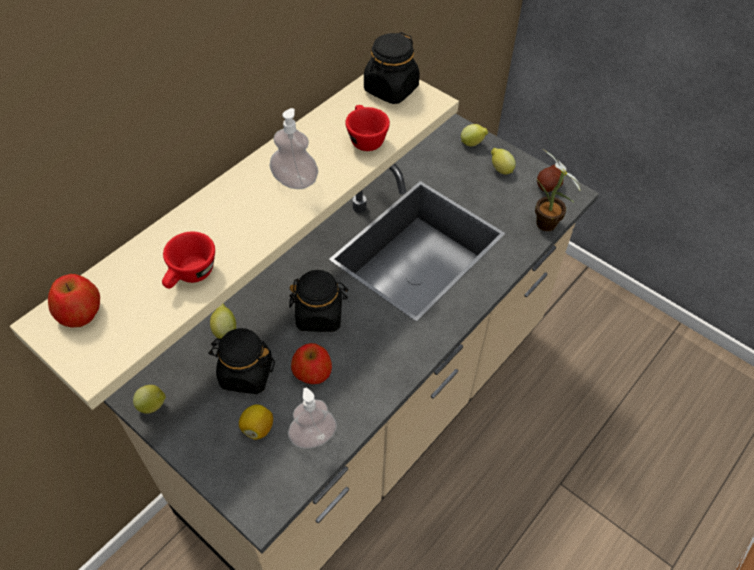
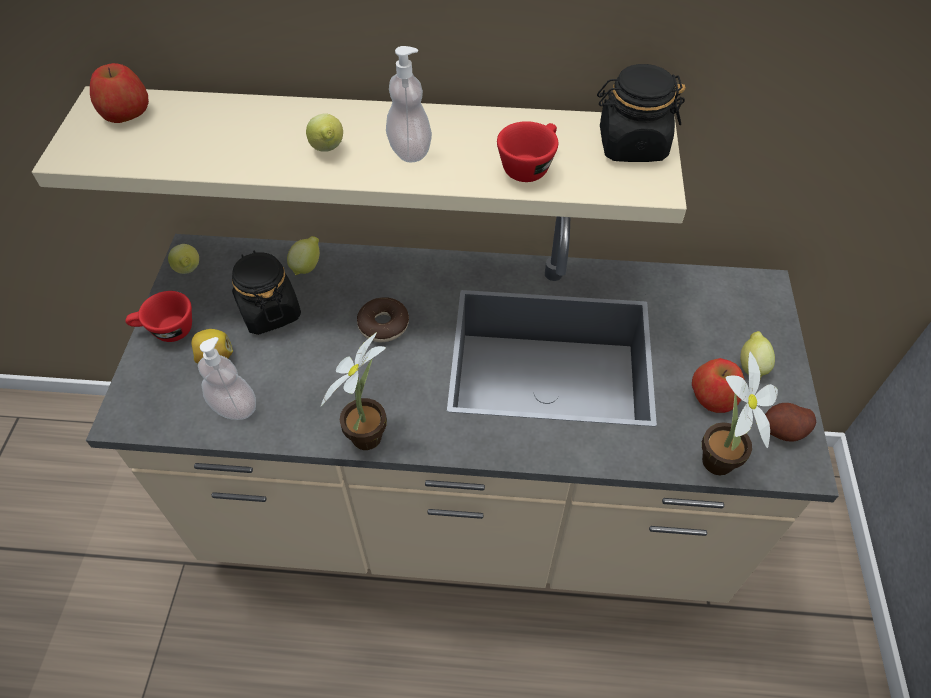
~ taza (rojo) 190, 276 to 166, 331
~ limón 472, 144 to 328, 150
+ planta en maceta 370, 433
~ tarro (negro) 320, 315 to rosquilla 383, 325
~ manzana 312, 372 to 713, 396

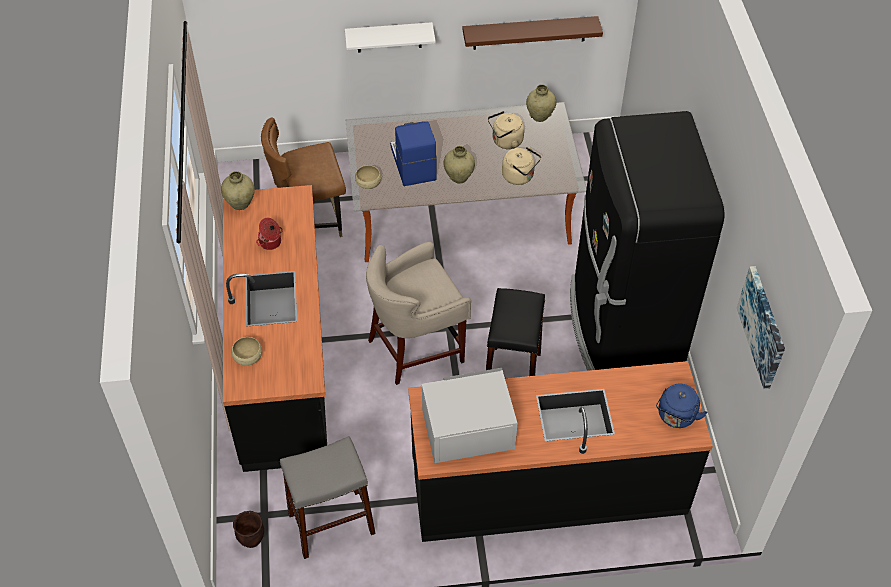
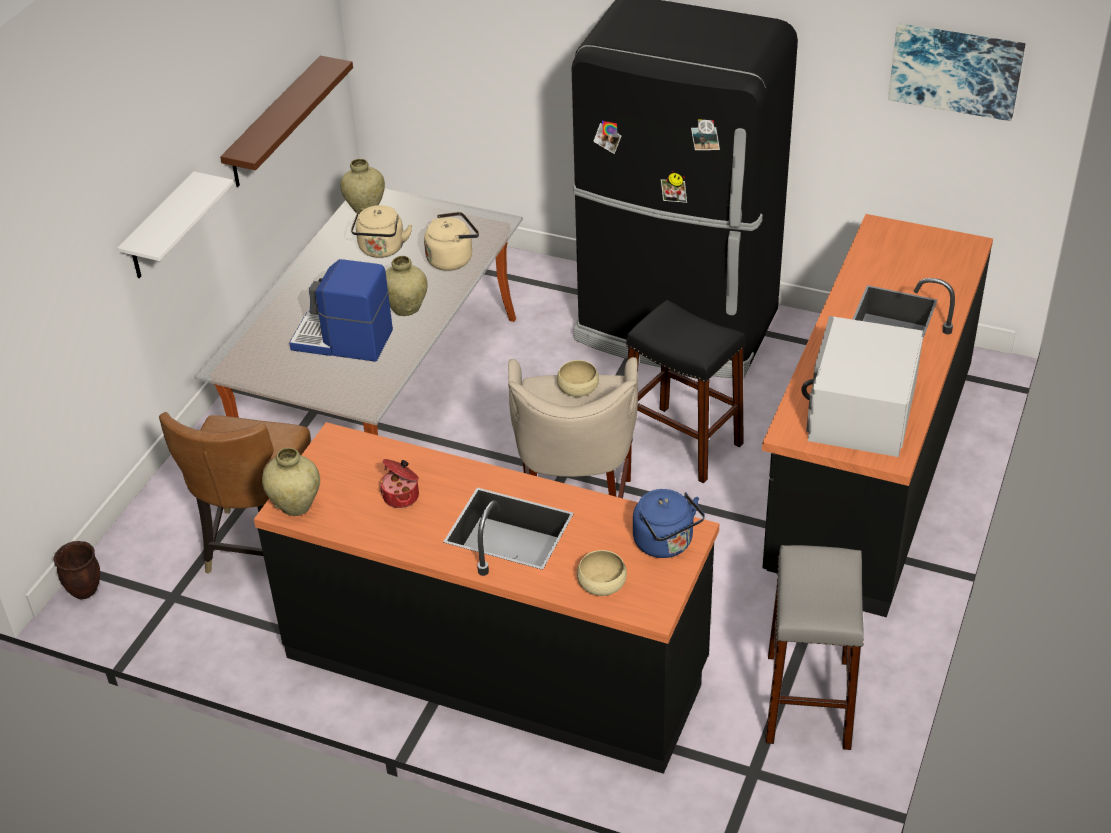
~ maceta (marrón) 251, 541 to 85, 591
~ cuenco (beis) 368, 182 to 578, 388
~ hervidor (azul) 676, 417 to 666, 544

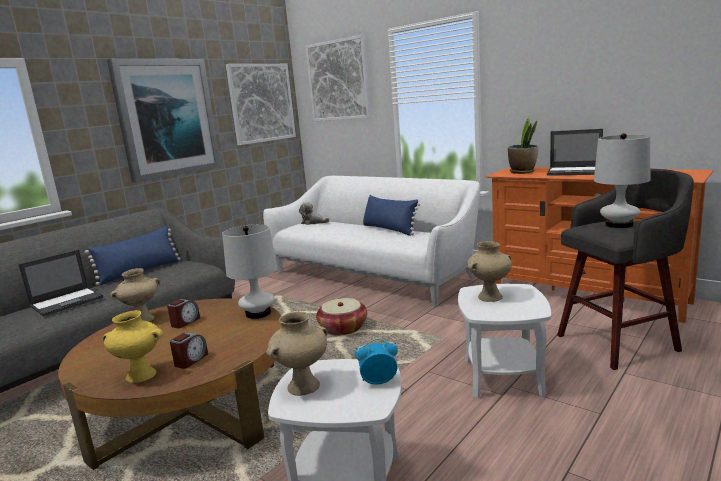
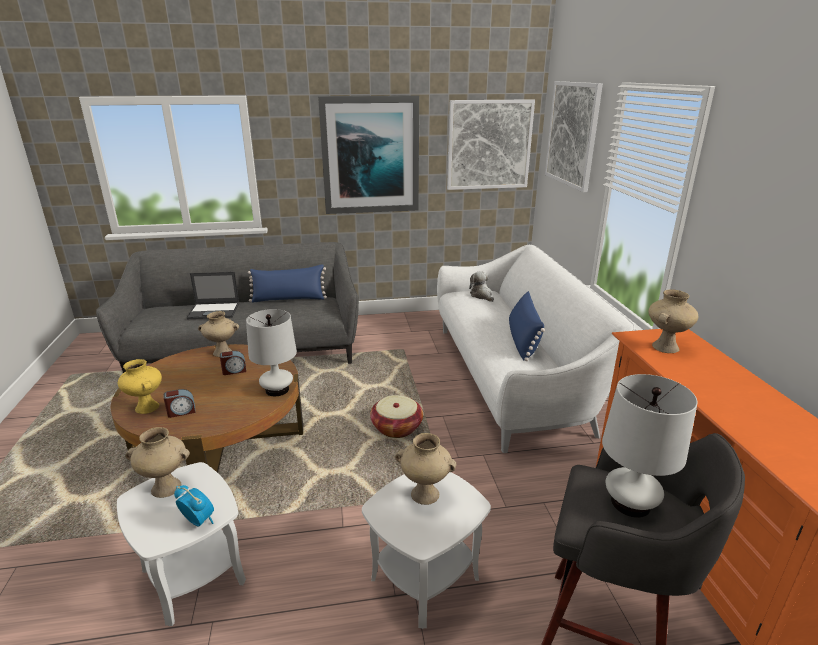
~ planta en maceta 522, 172 to florero (beis) 665, 347
- portátil 575, 171

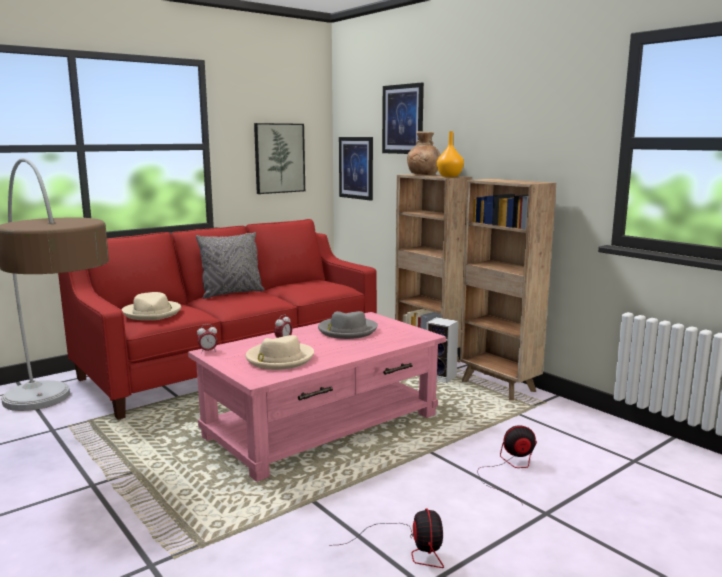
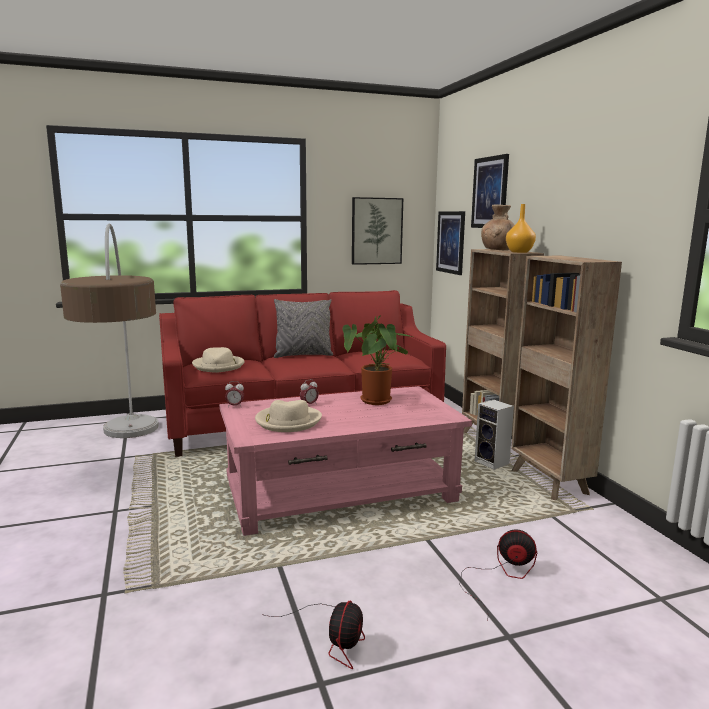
~ sombrero (gris) 347, 330 to planta en maceta 377, 402

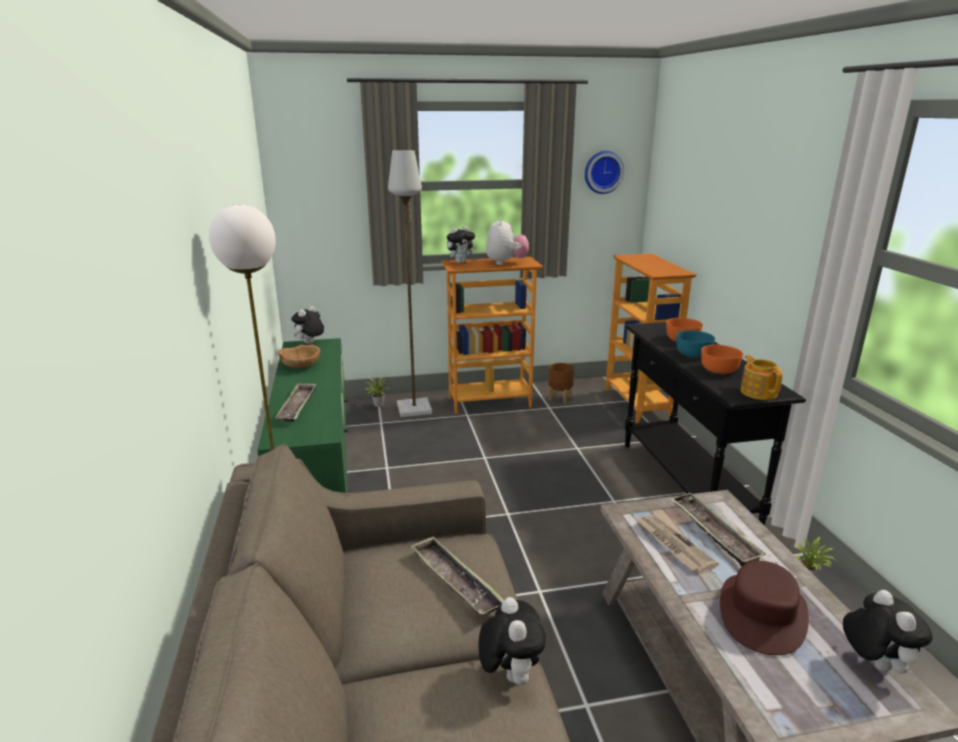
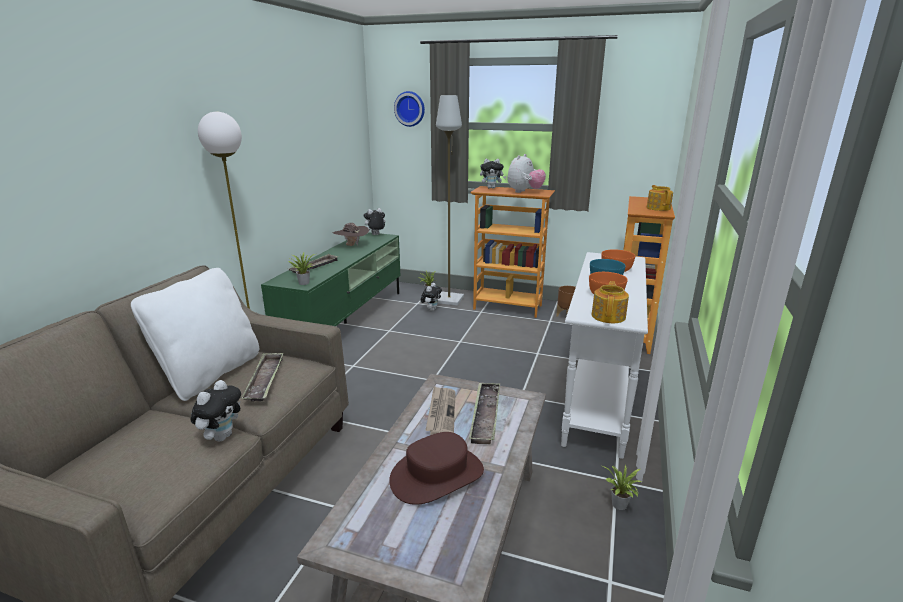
+ cojín (blanco) 211, 374
+ planta en maceta 303, 282
~ cuenco (marrón) 301, 365 to sombrero (marrón) 351, 245
~ reloj de pared 602, 172 to 410, 109
~ peluche 873, 663 to 431, 309
~ mesa consola (negro) 685, 485 to mesa consola (blanco) 597, 403
+ tetera 658, 208

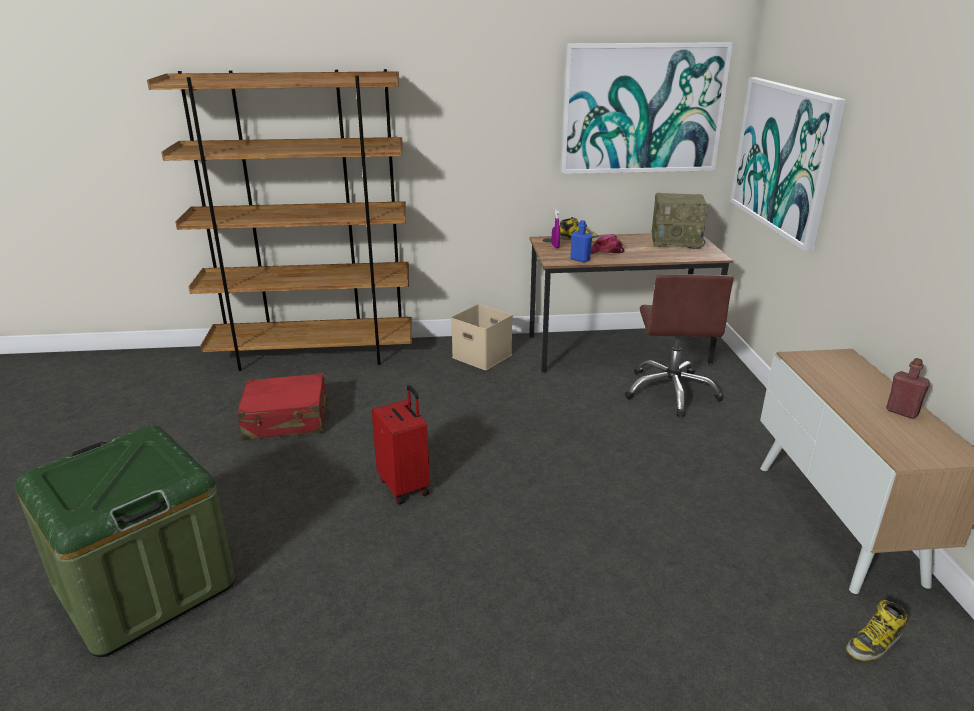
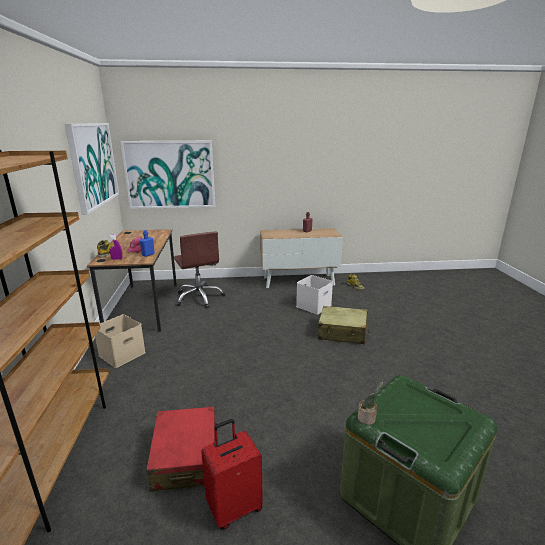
~ silla de oficina (marrón) 671, 392 = 199, 297 60 degrees clockwise
~ maleta (rojo) 405, 486 to 234, 507
+ caja de almacenaje (blanco) 314, 306
+ maleta (beis) 342, 332
+ planta en maceta 367, 419
- radio 676, 242

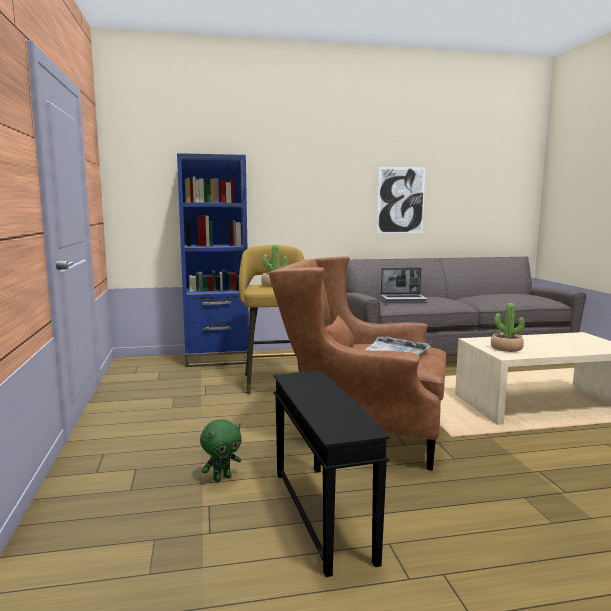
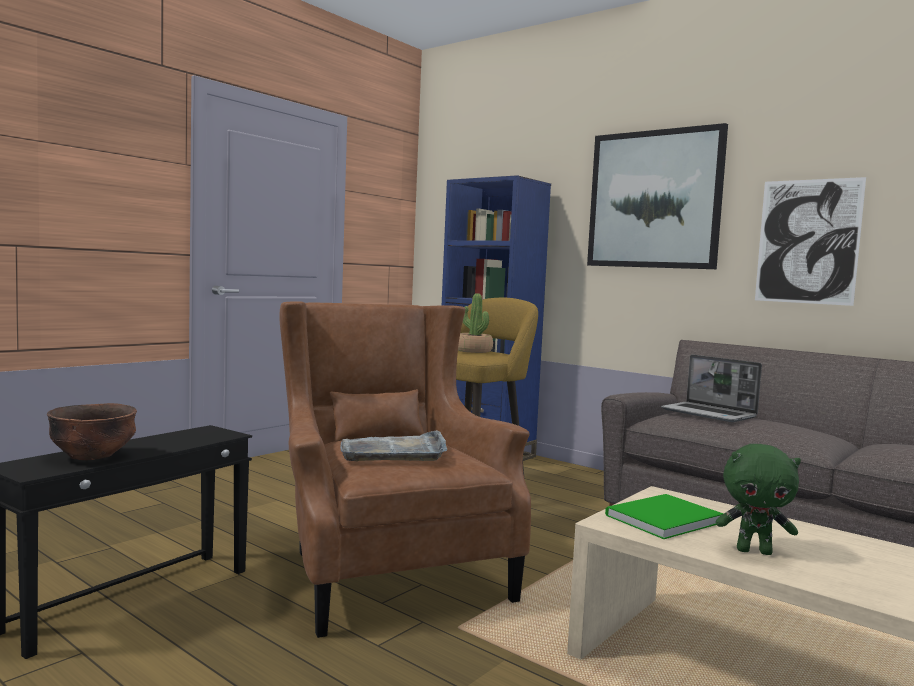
+ cuenco (marrón) 94, 457
+ cuadro 654, 199
~ planta en maceta 506, 348 to libro (verde) 659, 519
~ peluche (verde) 222, 478 to 754, 551

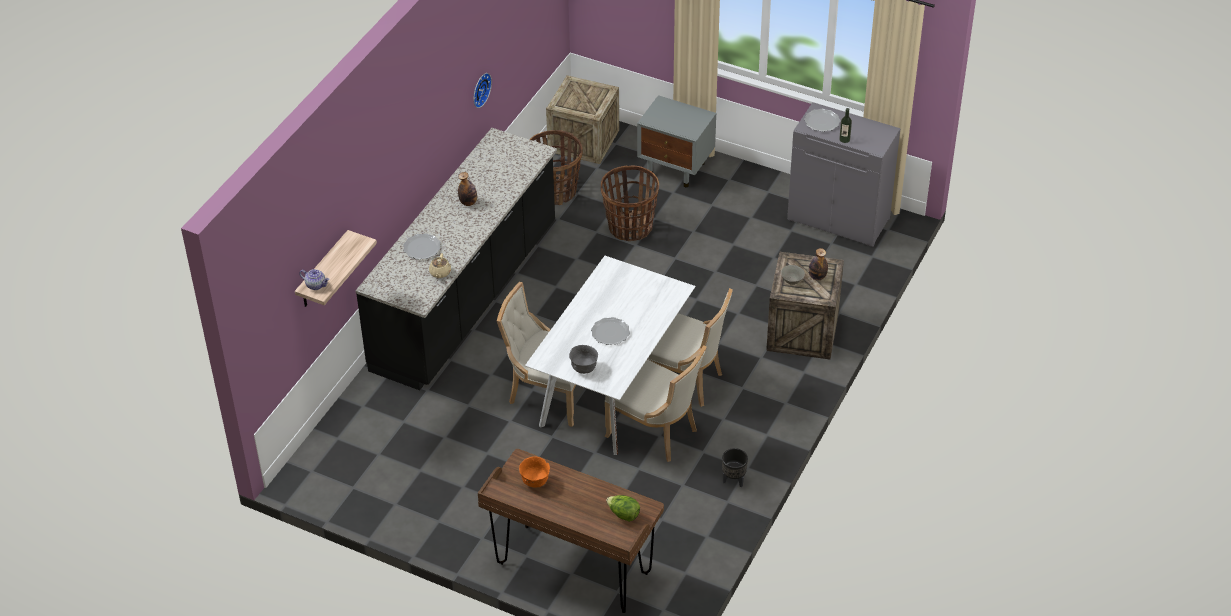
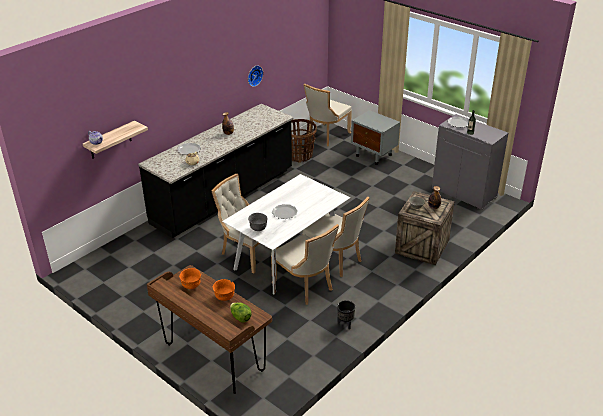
+ cuenco (naranja) 224, 297
~ caja de embalaje 583, 141 to silla (beis) 326, 136
- cesta 630, 227

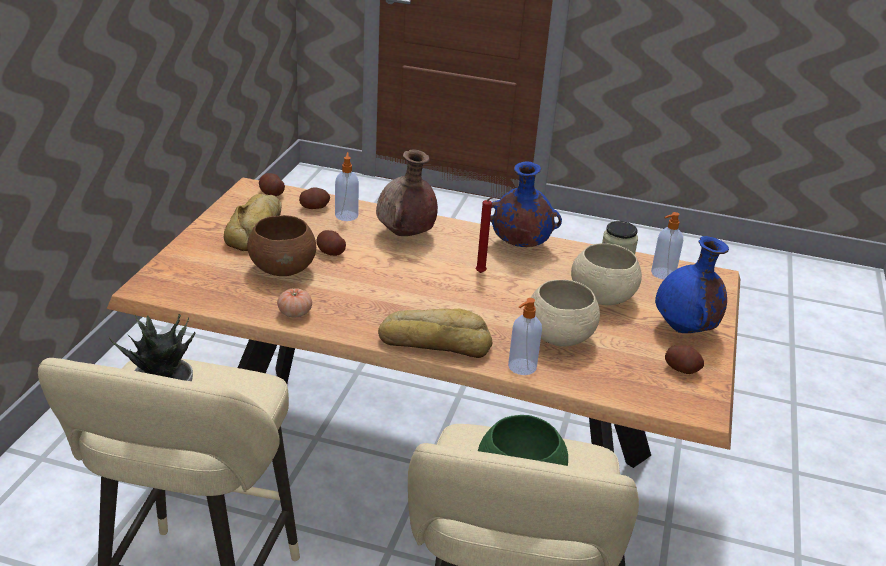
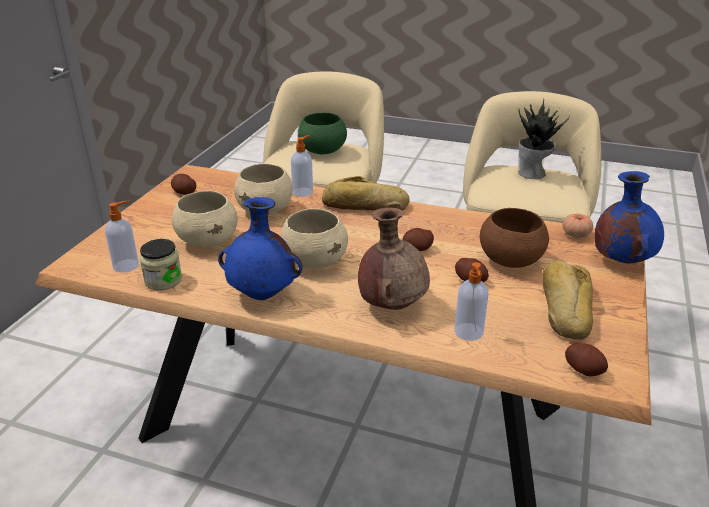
~ vela (rojo) 481, 273 to cuenco (beis) 314, 261
~ patata 314, 207 to 417, 249
~ tomate 295, 313 to 575, 234
~ florero (azul) 685, 330 to 621, 260

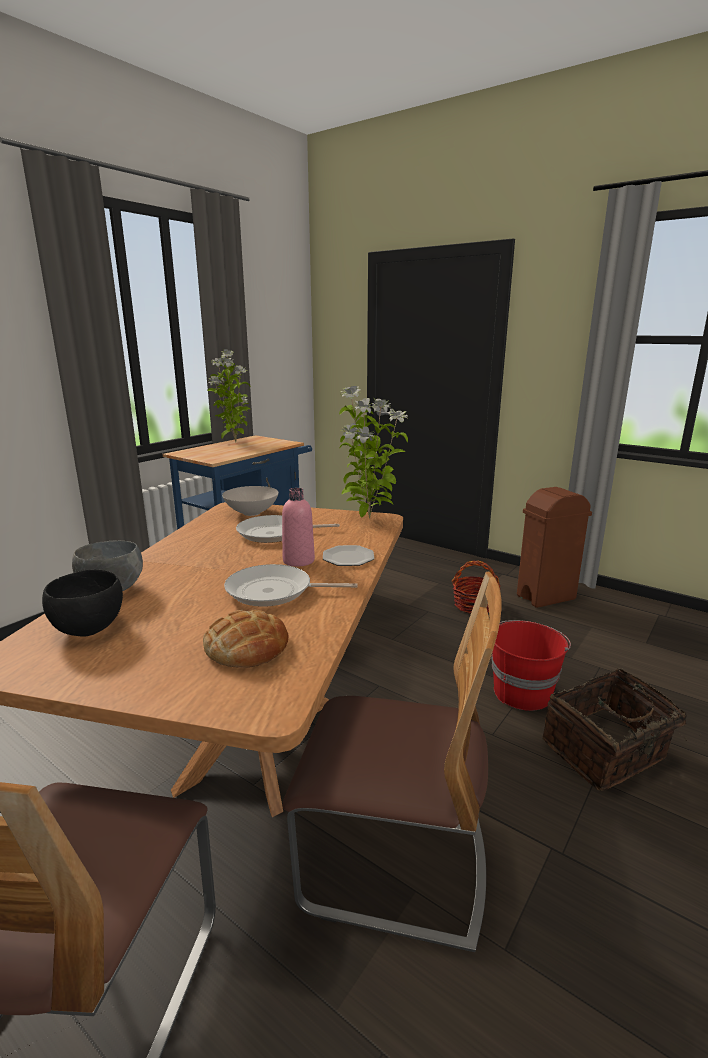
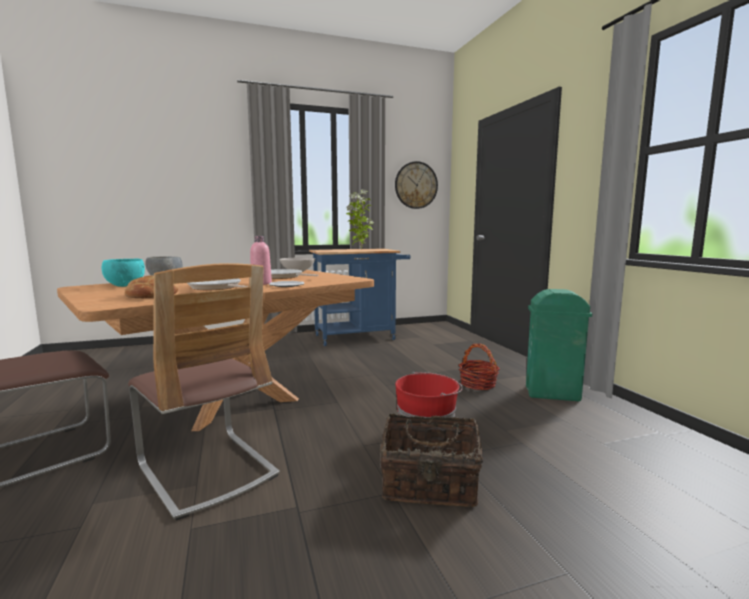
~ cuenco (negro) 88, 629 to cuenco (turquesa) 124, 285
+ reloj de pared 416, 185
~ papelera (marrón) 546, 597 to papelera (verde) 553, 394
- planta en maceta 368, 519

